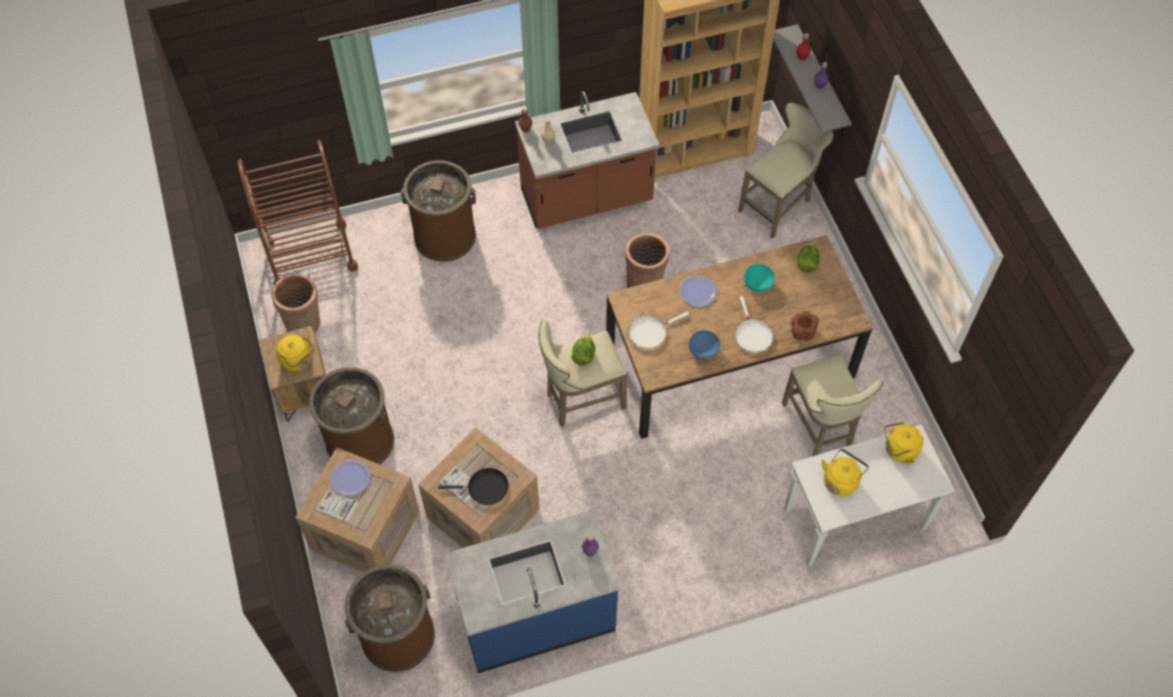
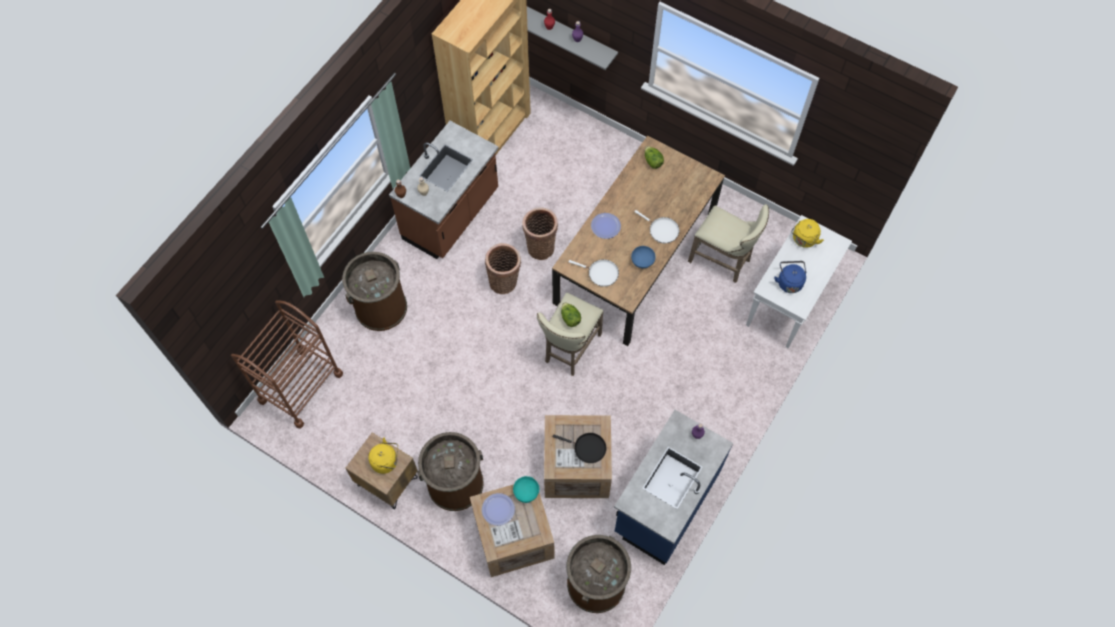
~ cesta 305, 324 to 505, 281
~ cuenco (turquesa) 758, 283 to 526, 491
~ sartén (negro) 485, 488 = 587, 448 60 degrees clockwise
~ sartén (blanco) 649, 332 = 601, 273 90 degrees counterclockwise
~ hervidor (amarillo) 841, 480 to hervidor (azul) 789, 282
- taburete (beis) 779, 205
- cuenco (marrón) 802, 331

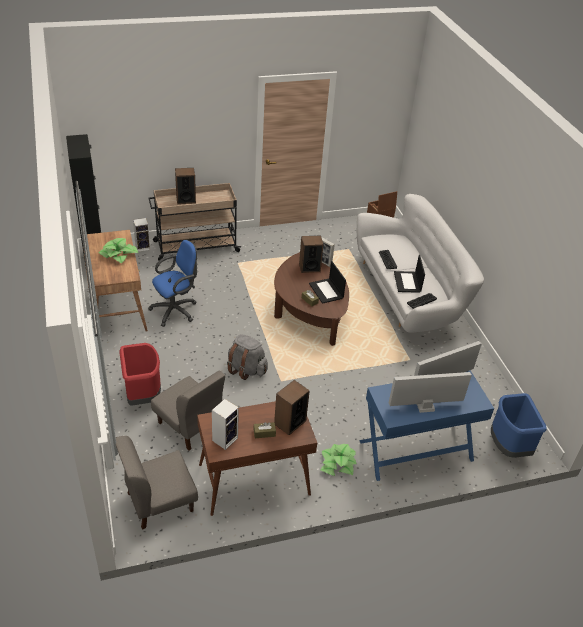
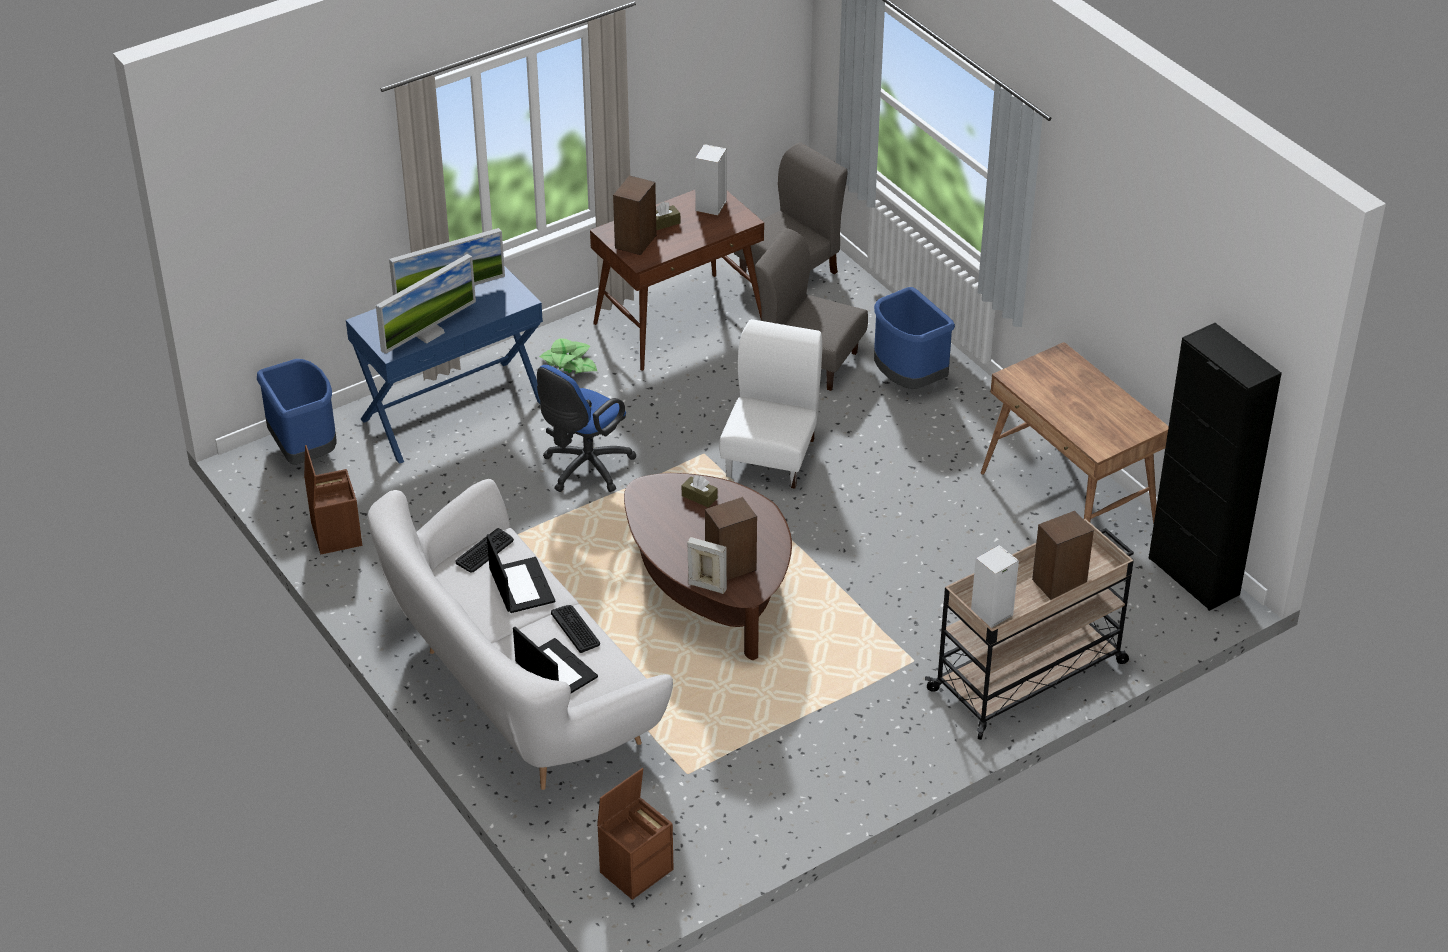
+ caja de almacenaje (marrón) 335, 533
~ portátil 326, 291 to 555, 670
~ silla de oficina (azul) 176, 310 to 584, 469
~ mochila (gris) 246, 369 to silla (blanco) 771, 457
~ papelera (rojo) 142, 395 to papelera (azul) 908, 380
~ altavoz 143, 247 to 991, 615
- planta en maceta 118, 254

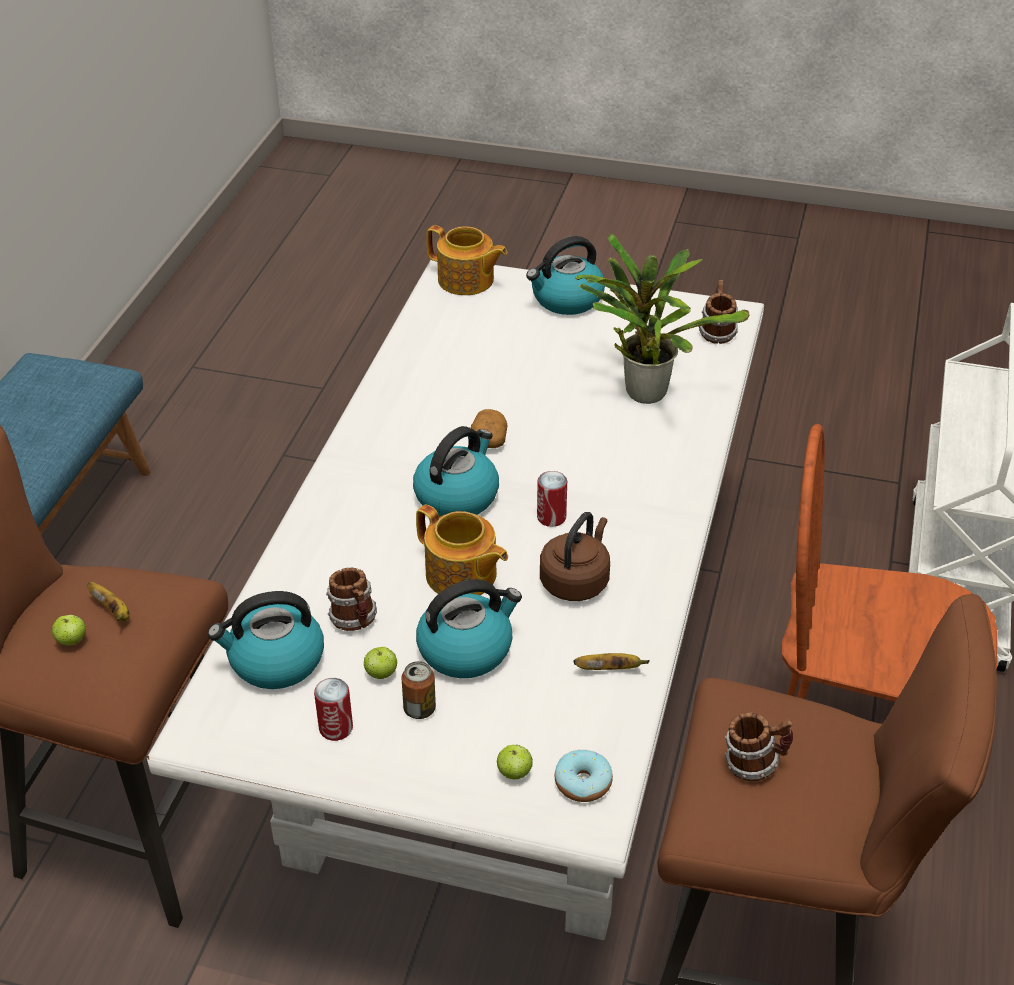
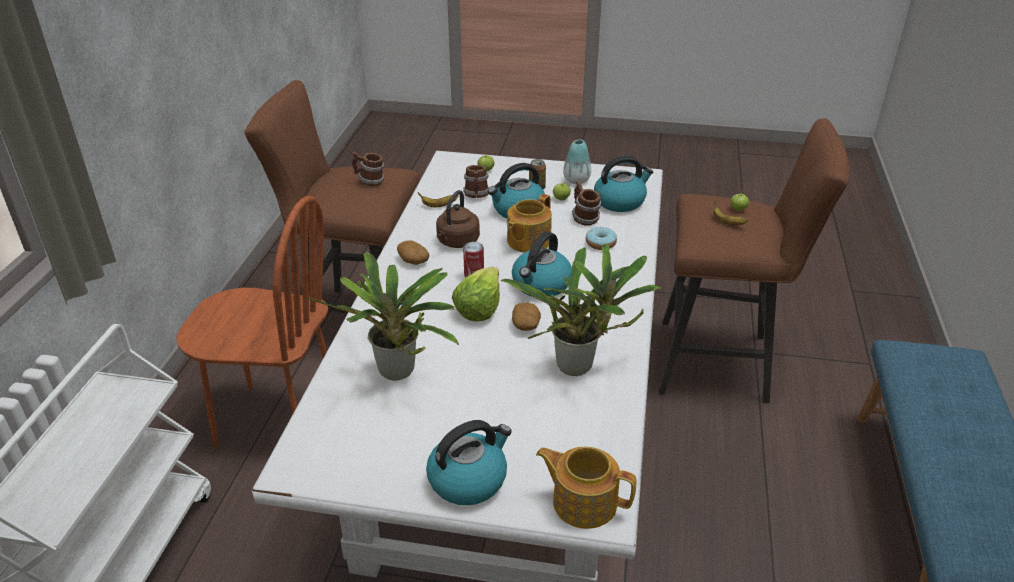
+ patata 413, 260
+ lechuga 479, 307
~ taza grande 716, 333 to 477, 196
+ planta en maceta 580, 367
~ tetera 462, 576 = 527, 241 90 degrees counterclockwise
~ lata 336, 728 to florero 576, 180
~ rosquilla 583, 783 to 600, 243

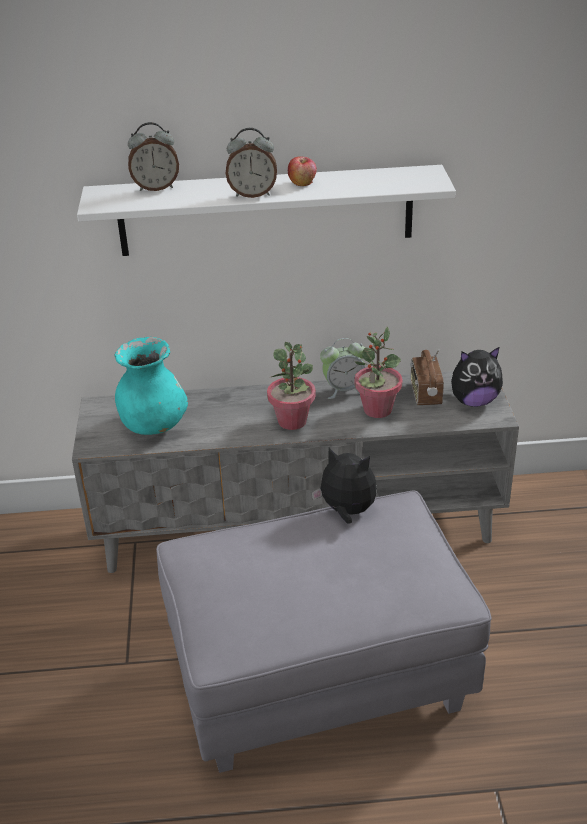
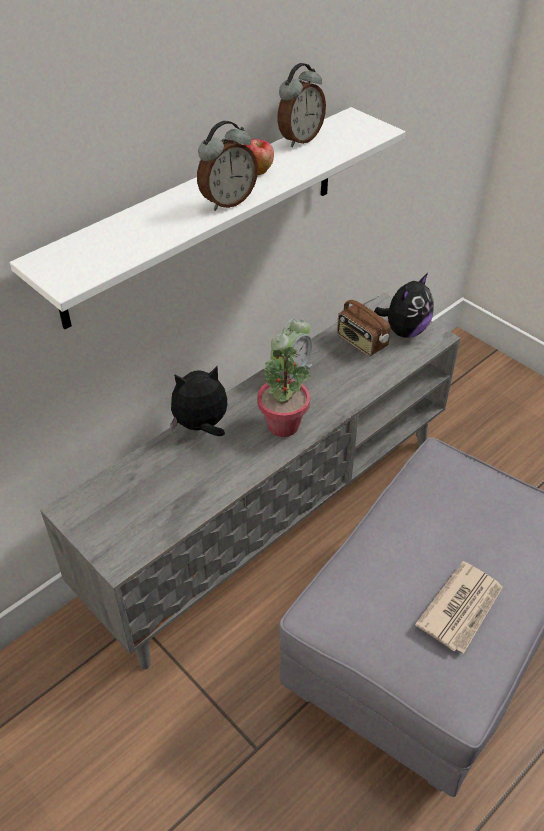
~ peluche 347, 511 to 201, 426
~ despertador 156, 187 to 299, 139
+ periódico 462, 608
- florero (turquesa) 153, 426
- planta en maceta 377, 410

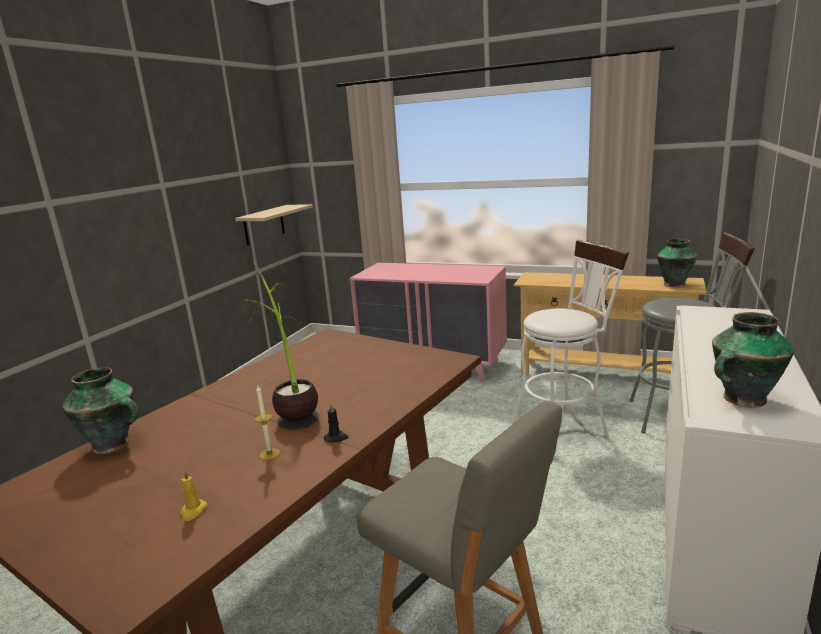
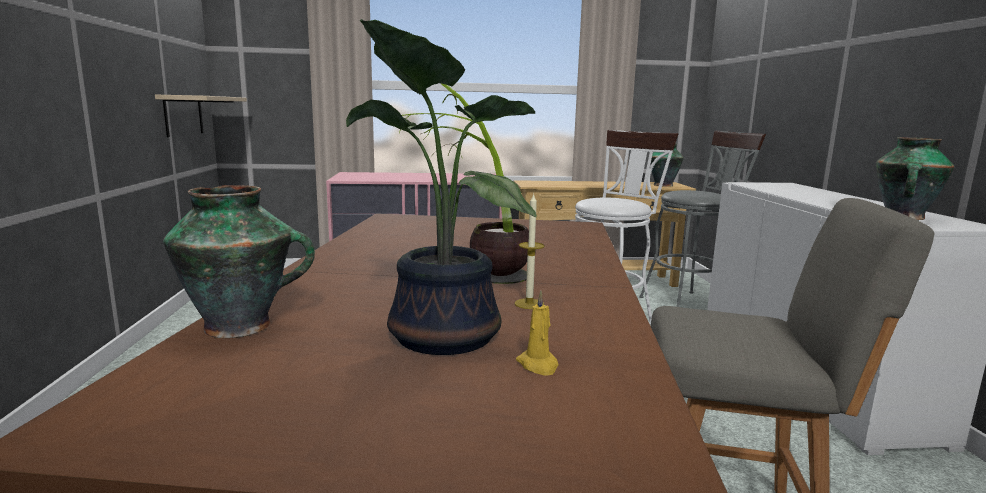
+ planta en maceta 437, 337
- vela (negro) 336, 438

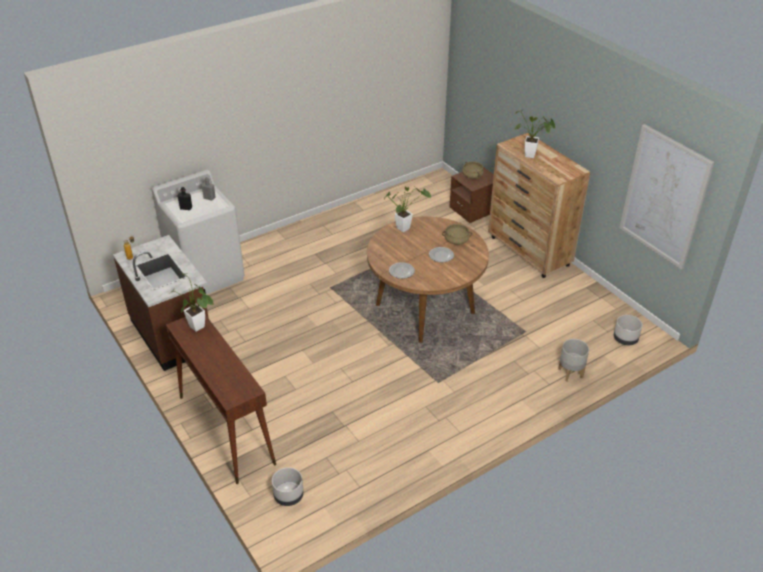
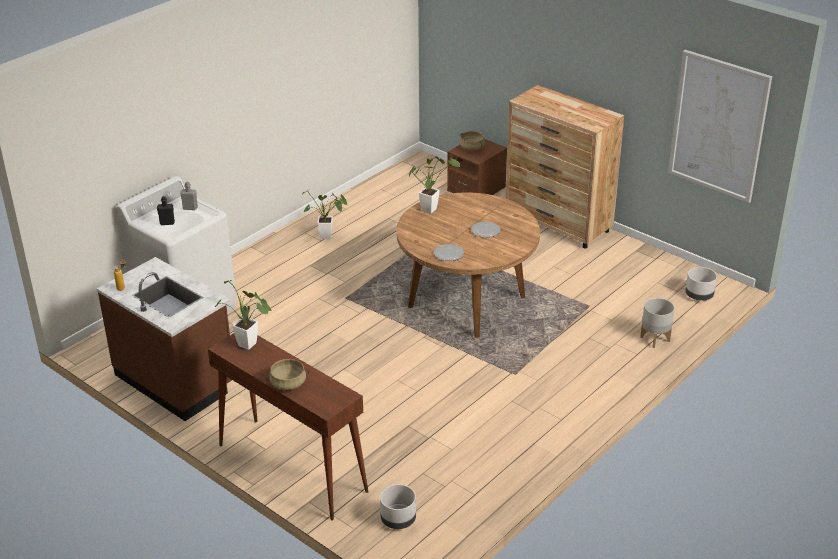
~ olla (beis) 456, 240 to 288, 384
~ planta en maceta 532, 156 to 329, 236

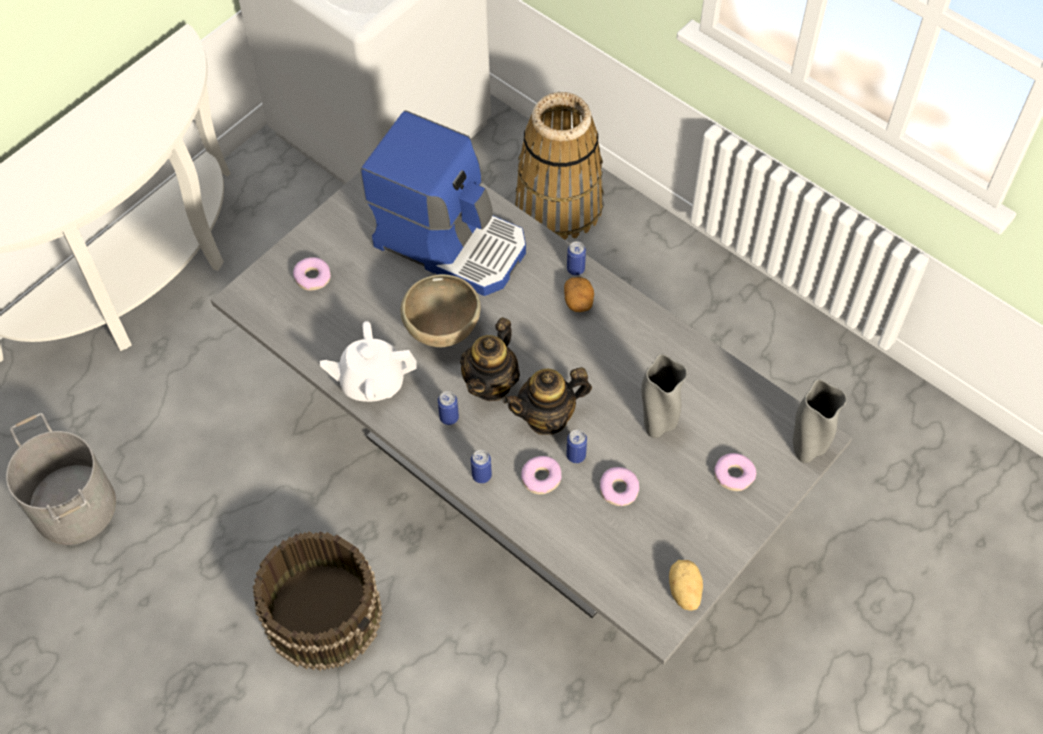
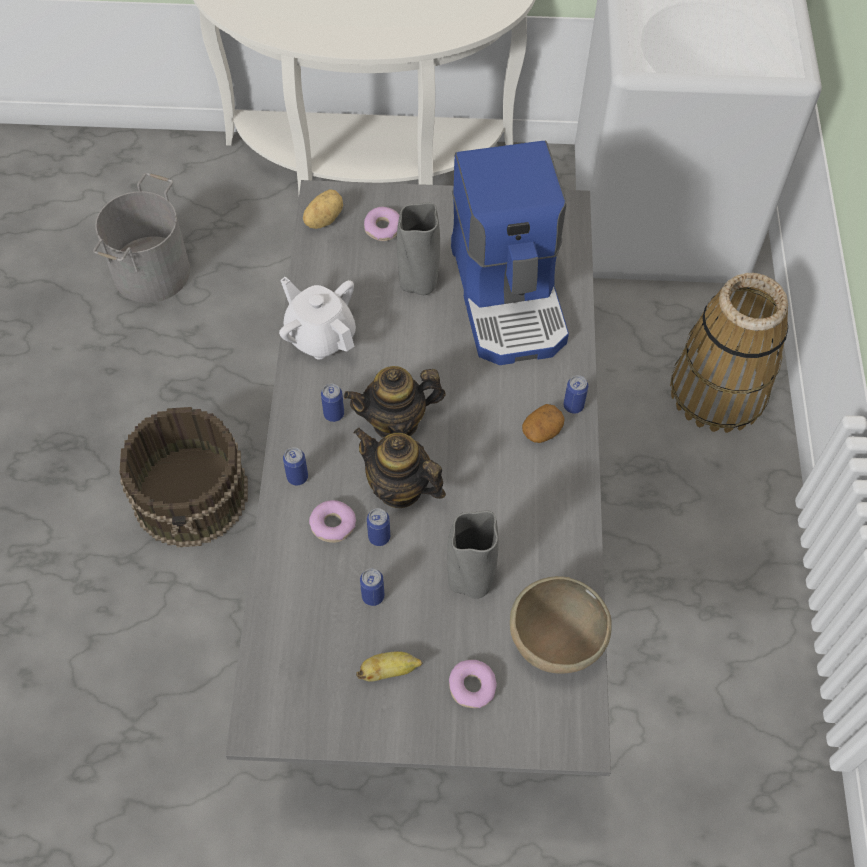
~ patata 683, 591 to 323, 219
+ plátano 389, 671
~ rosquilla 618, 490 to lata 373, 596
~ florero (gris) 807, 449 to 418, 285
~ cuenco (marrón) 443, 331 to 555, 643

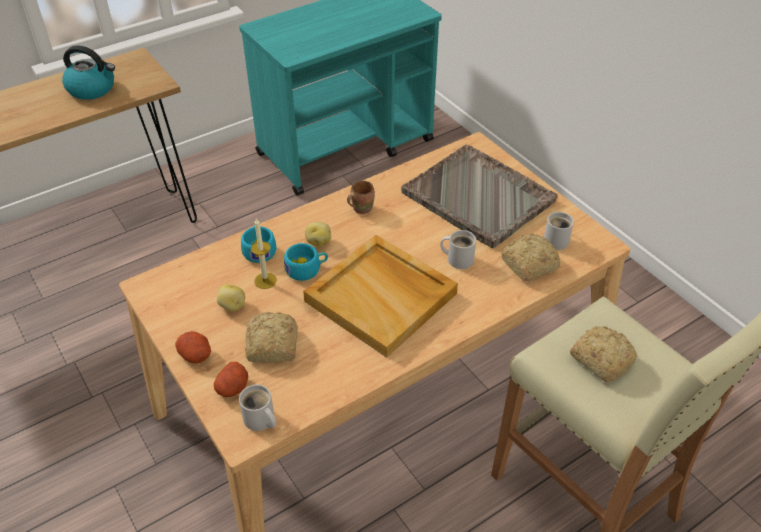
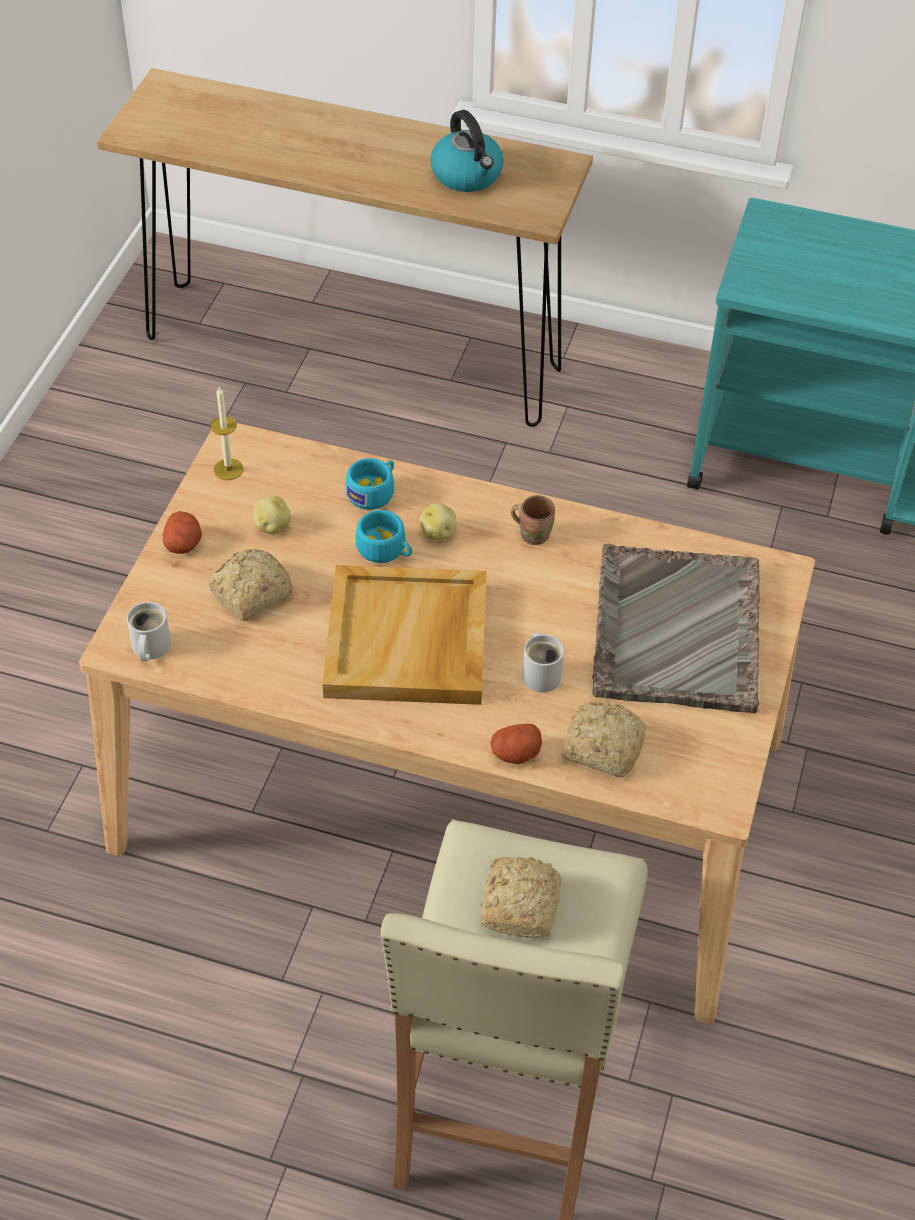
~ vela 265, 280 to 228, 469
~ patata 233, 388 to 515, 753
- taza grande (blanco) 556, 239

